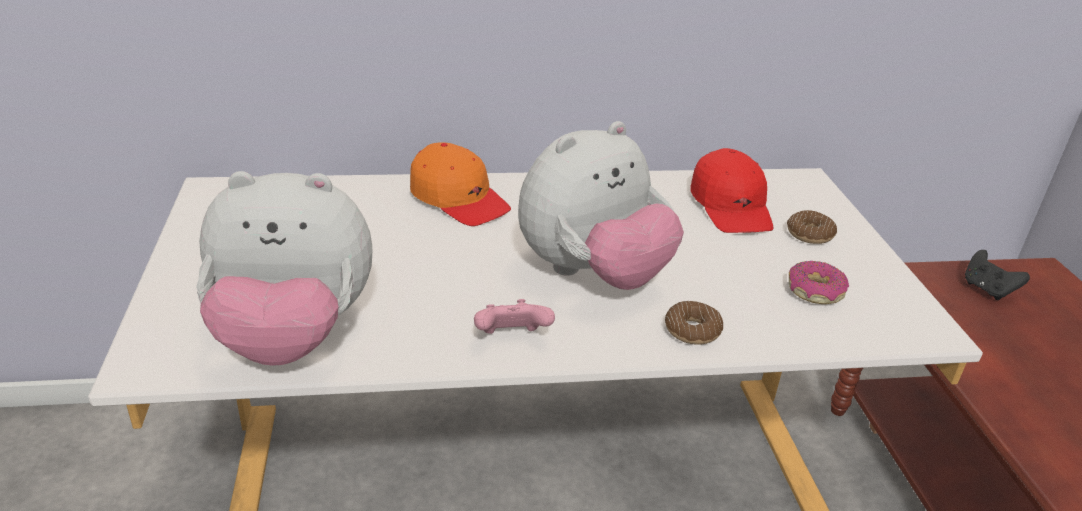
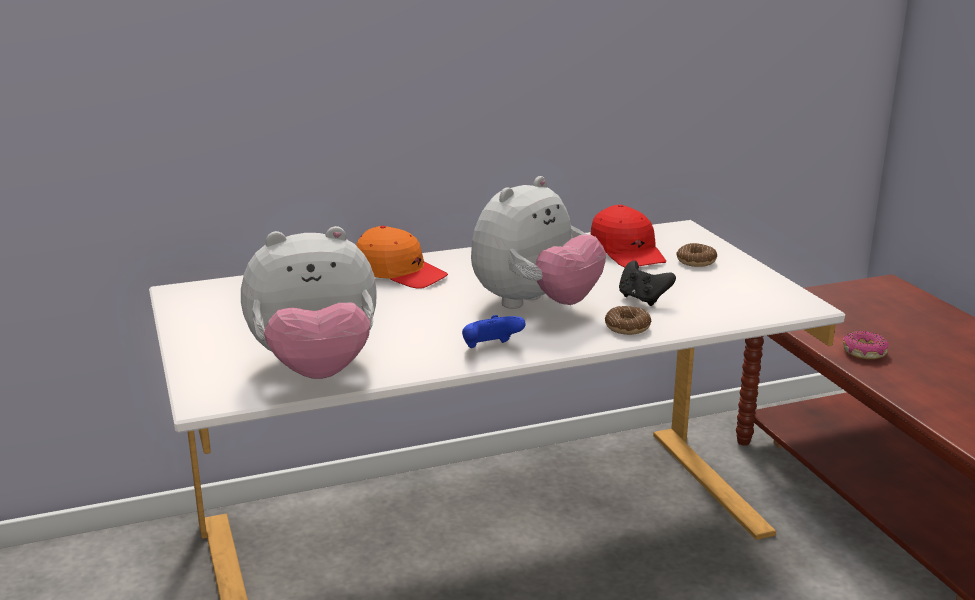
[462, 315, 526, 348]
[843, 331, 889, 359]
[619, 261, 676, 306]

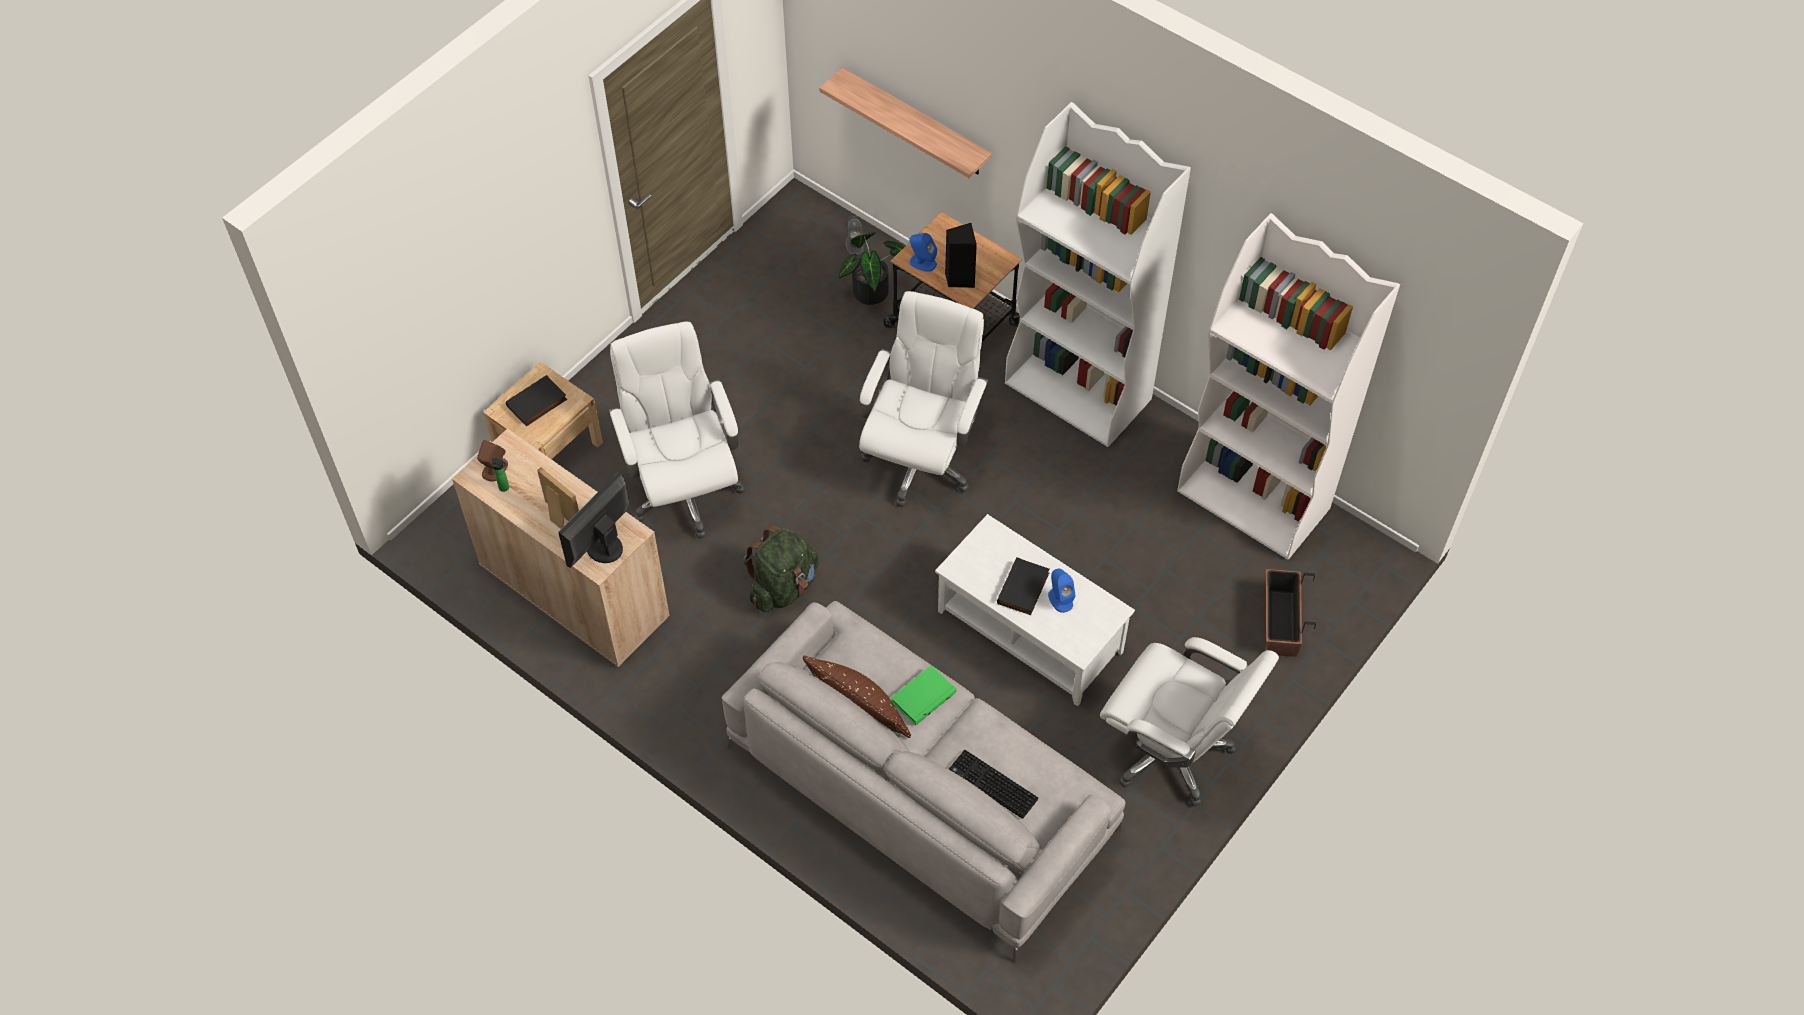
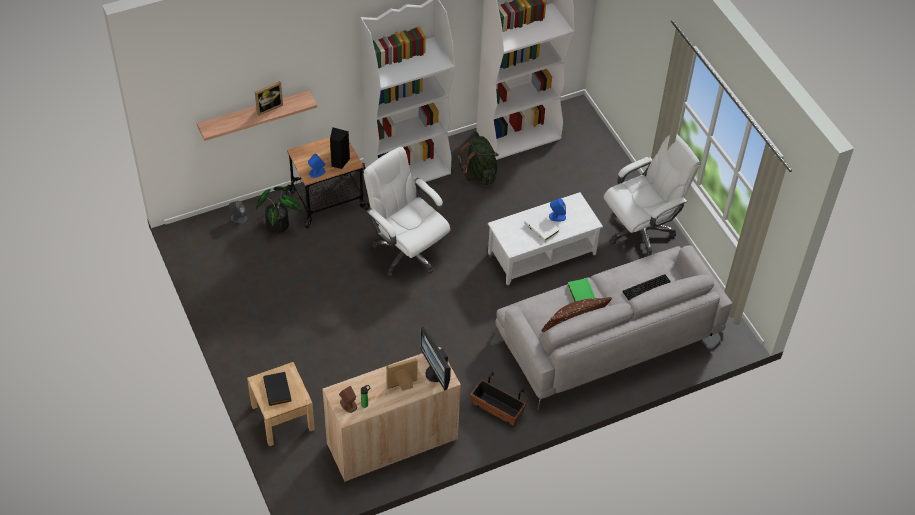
[609, 322, 745, 539] (first image)
[458, 136, 499, 185]
[524, 211, 560, 242]
[470, 372, 526, 426]
[255, 81, 283, 116]

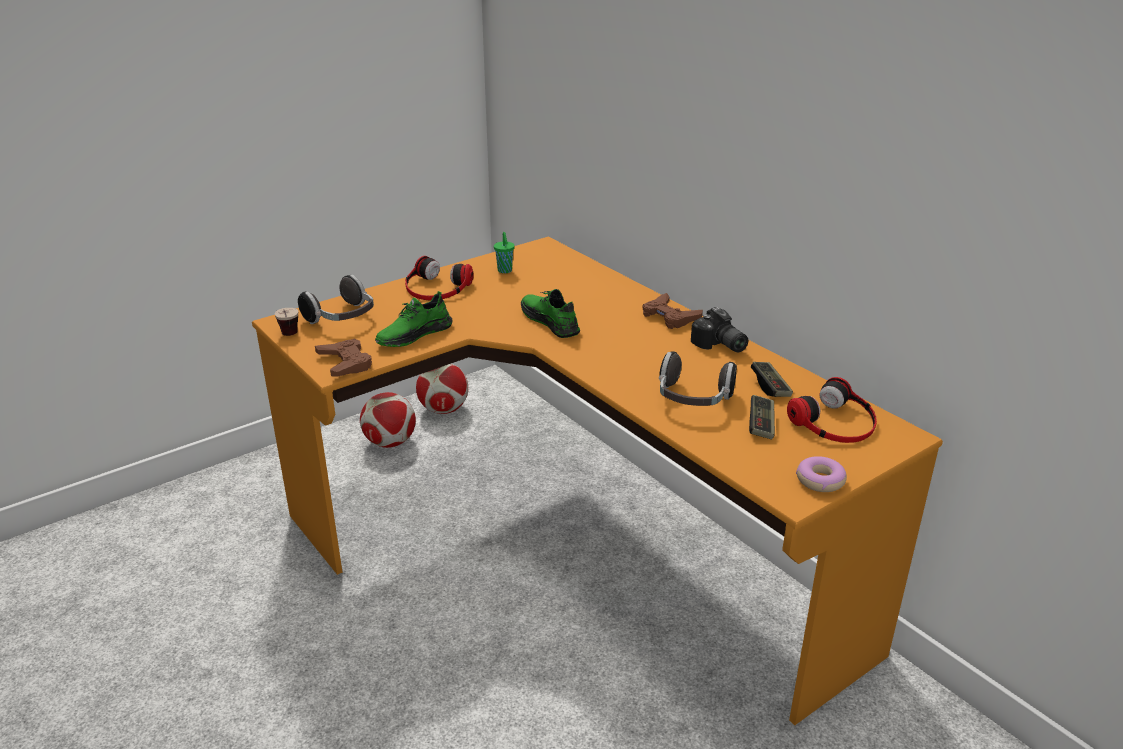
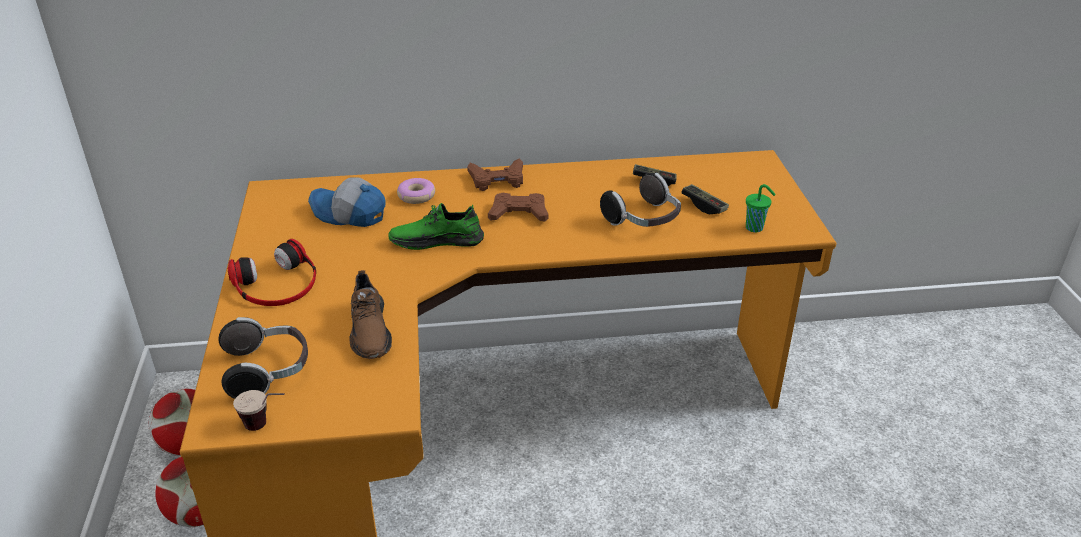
[488, 193, 549, 221]
[349, 270, 392, 359]
[746, 184, 776, 232]
[691, 307, 748, 352] (first image)
[787, 377, 877, 443] (first image)
[397, 178, 435, 204]
[308, 177, 386, 227]

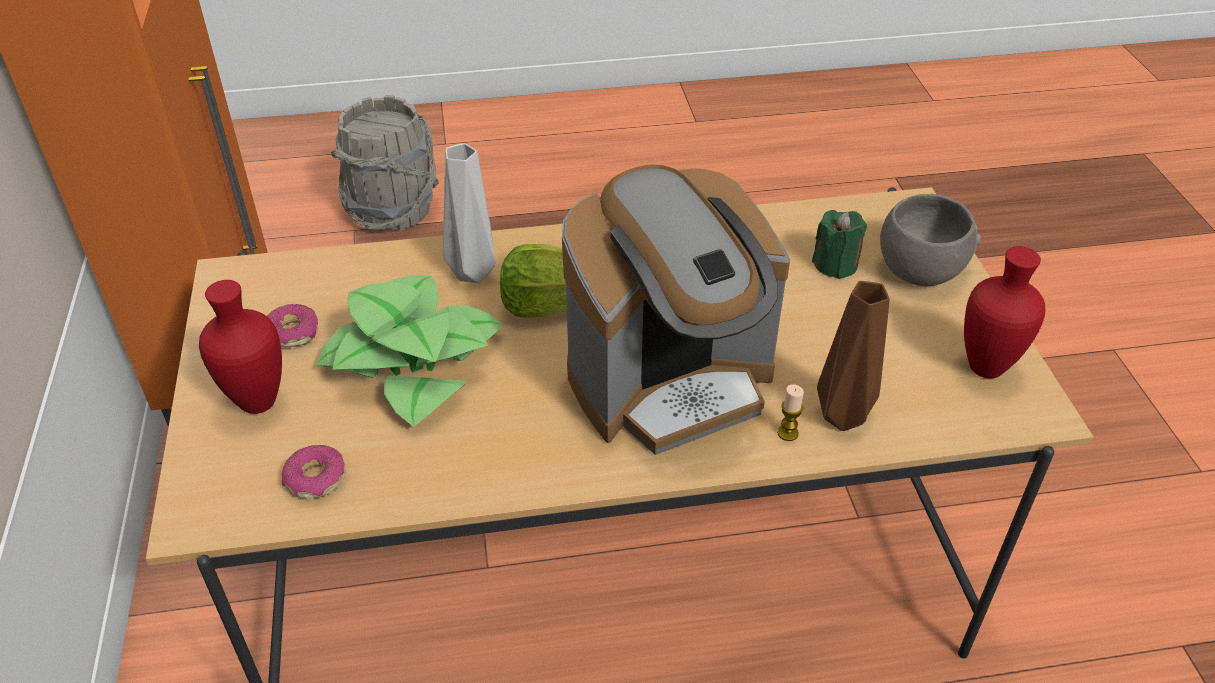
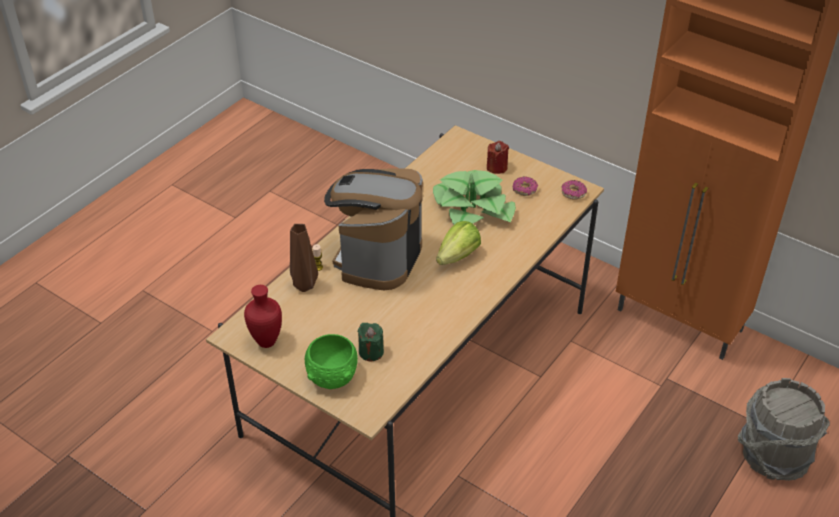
[487, 141, 509, 174]
[561, 180, 587, 199]
[443, 143, 495, 283] (first image)
[305, 334, 358, 389]

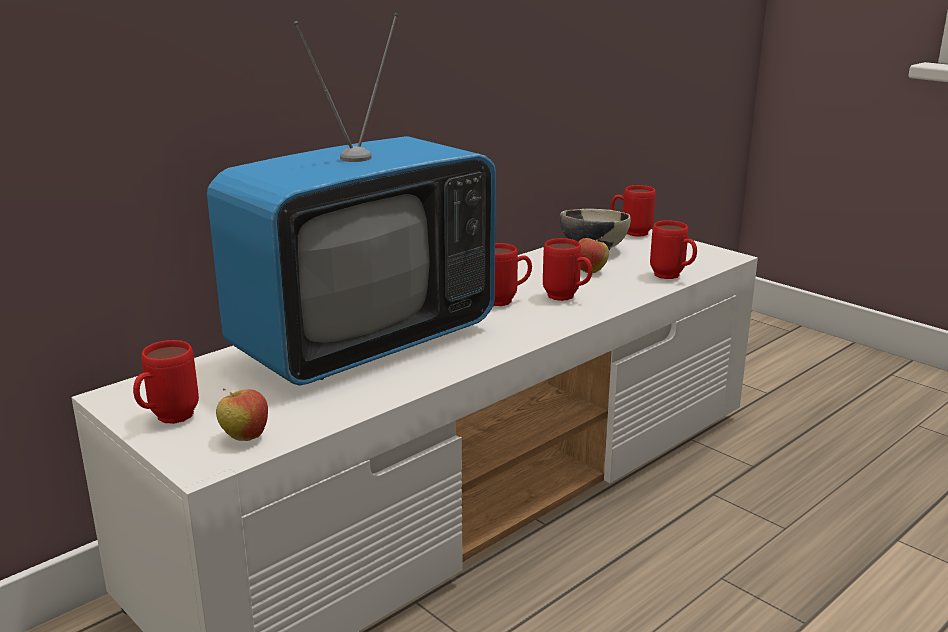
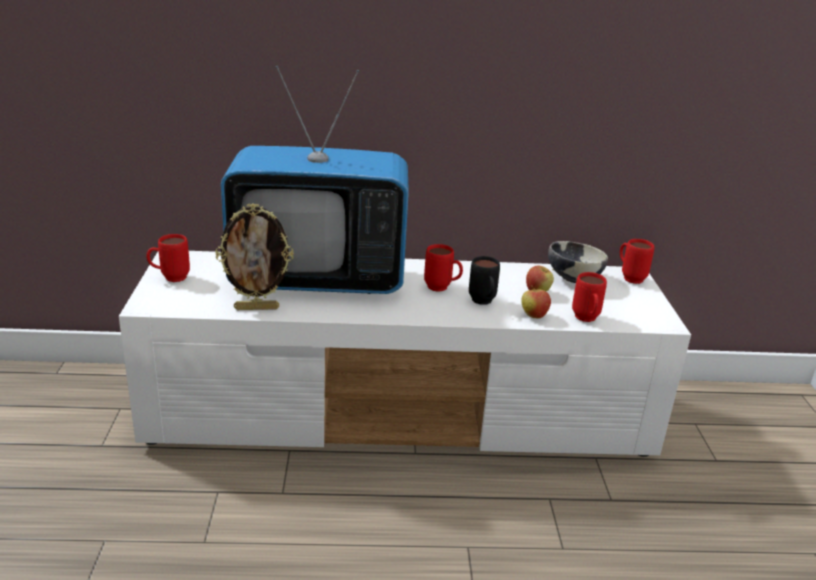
[521, 285, 551, 319]
[469, 256, 500, 305]
[215, 204, 294, 310]

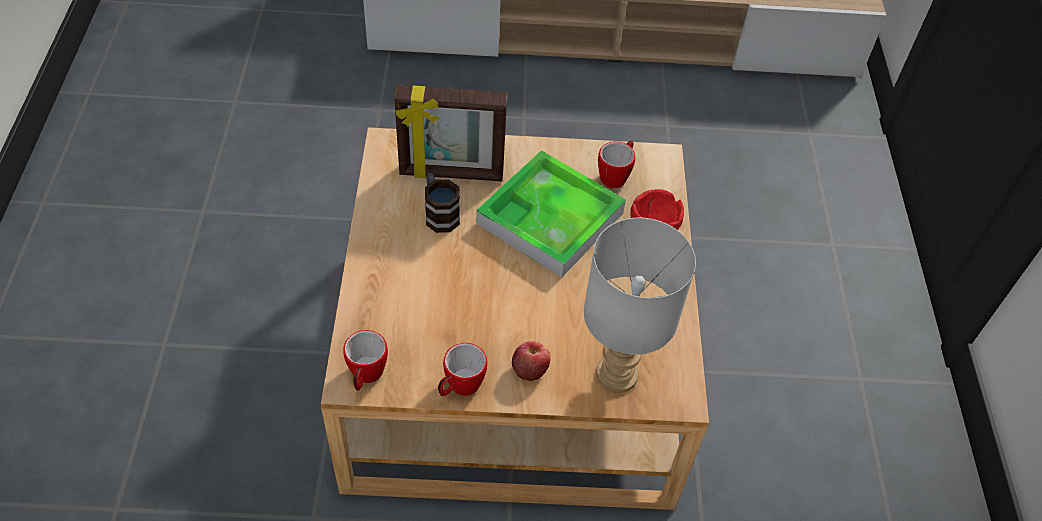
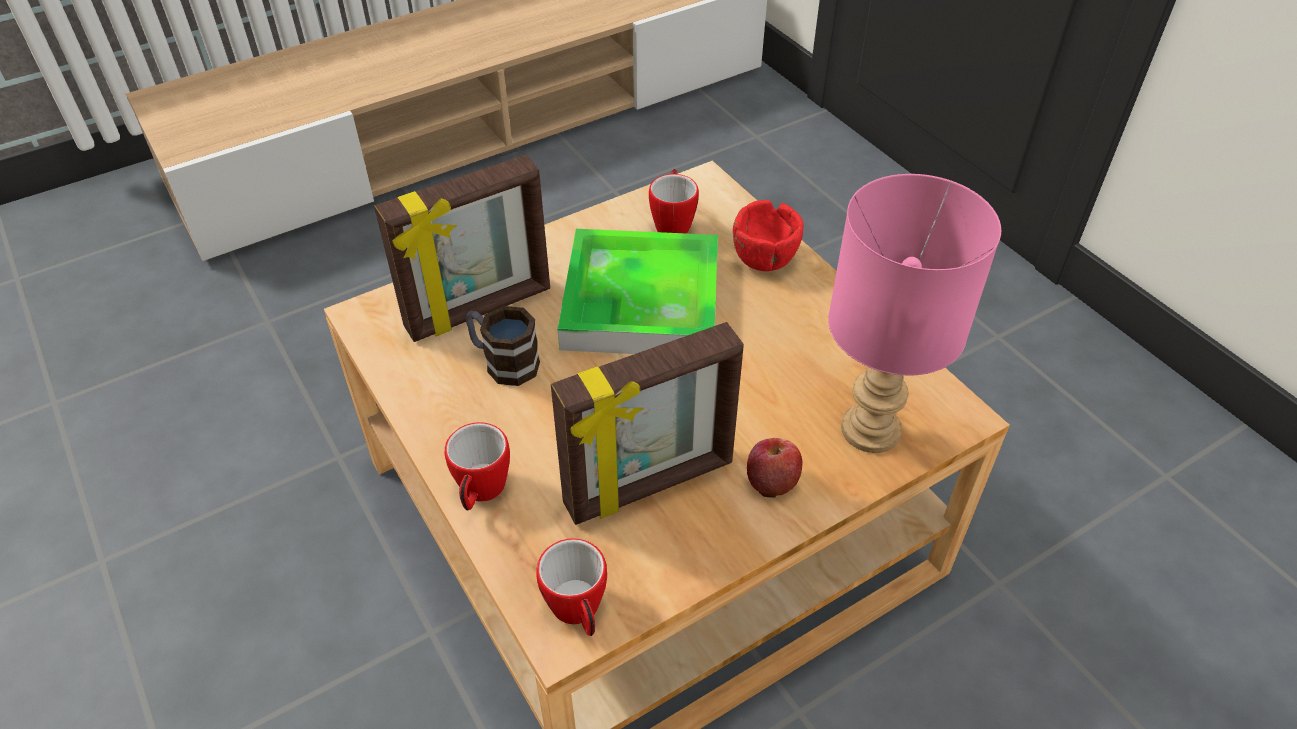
[445, 422, 510, 511]
[828, 174, 1001, 453]
[551, 322, 744, 525]

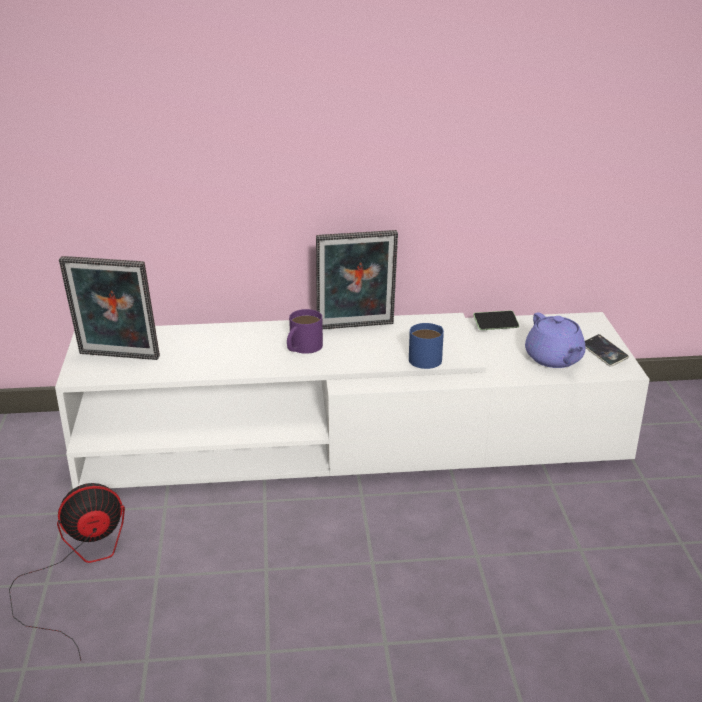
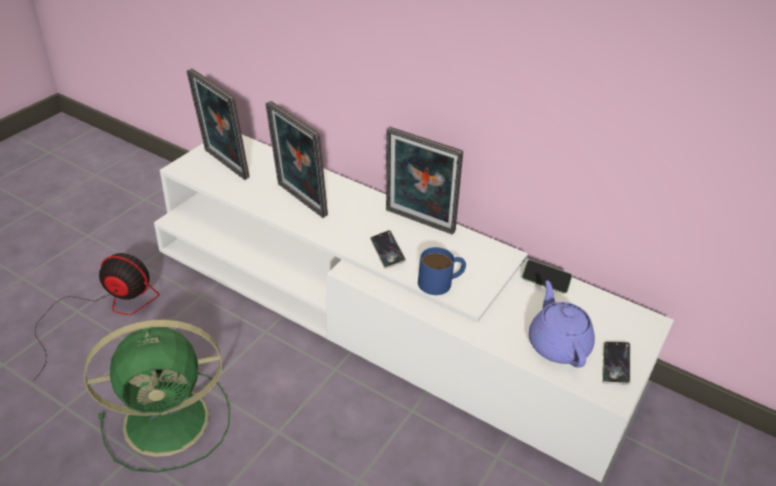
[287, 309, 323, 354] (first image)
[529, 280, 595, 368]
[84, 320, 230, 472]
[265, 101, 328, 218]
[370, 230, 406, 269]

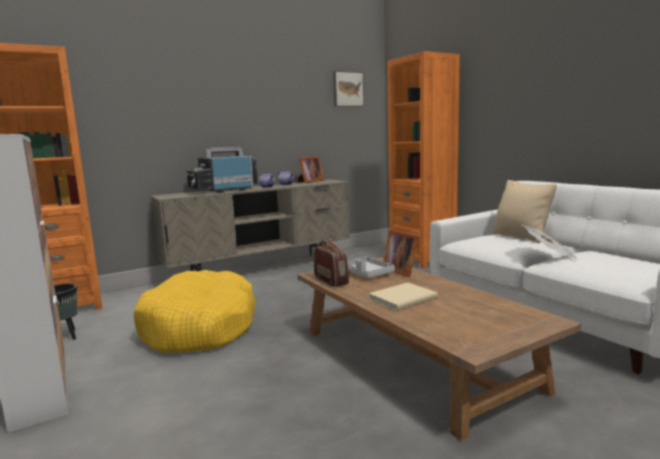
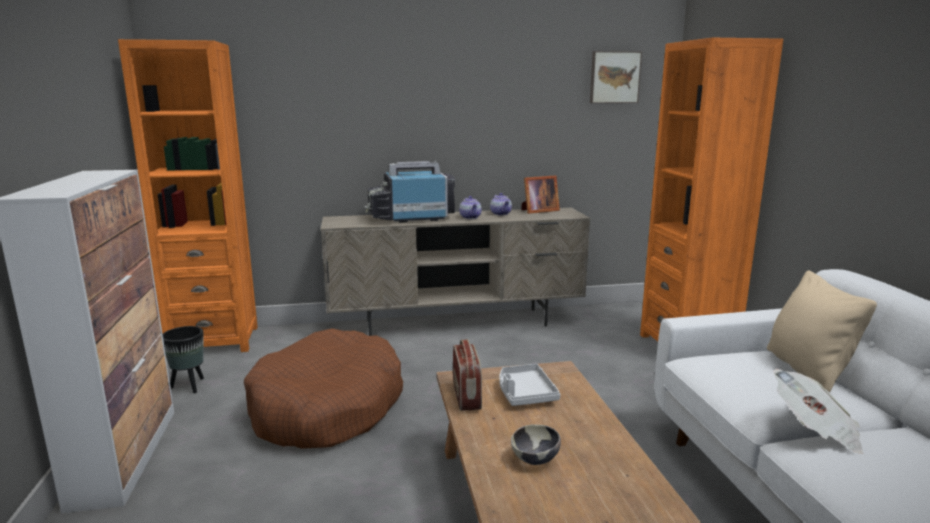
[244, 328, 403, 449]
[511, 424, 561, 465]
[383, 230, 418, 277] (first image)

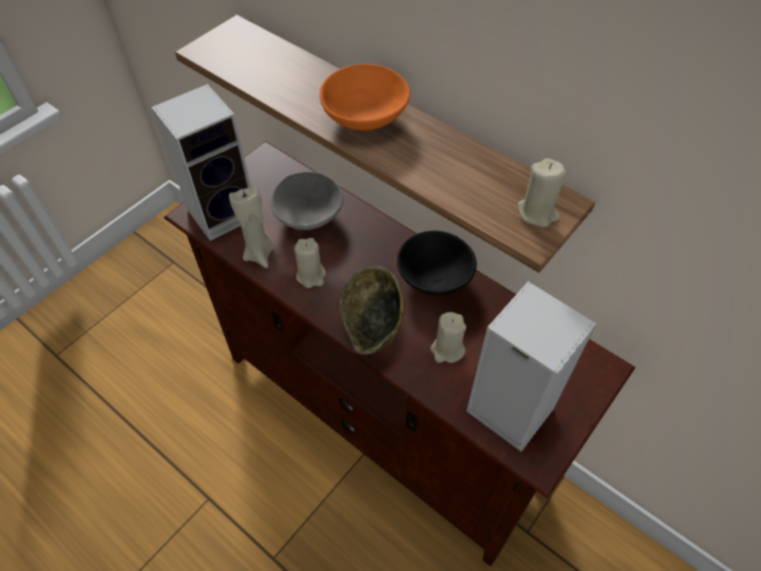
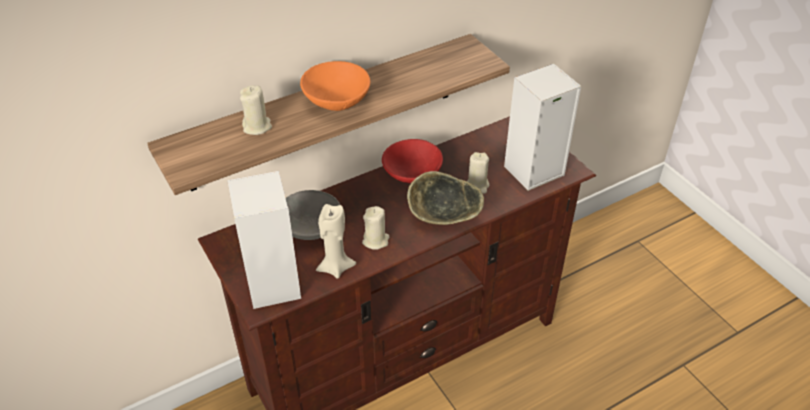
[382, 139, 443, 183]
[240, 85, 272, 135]

